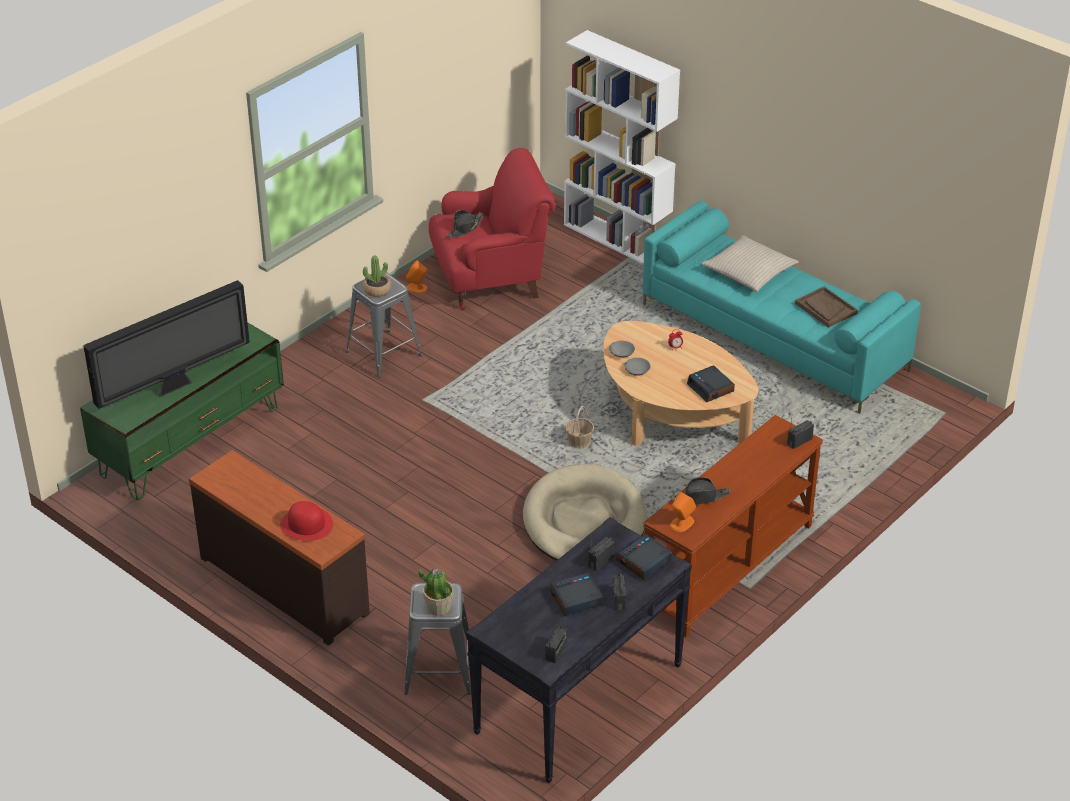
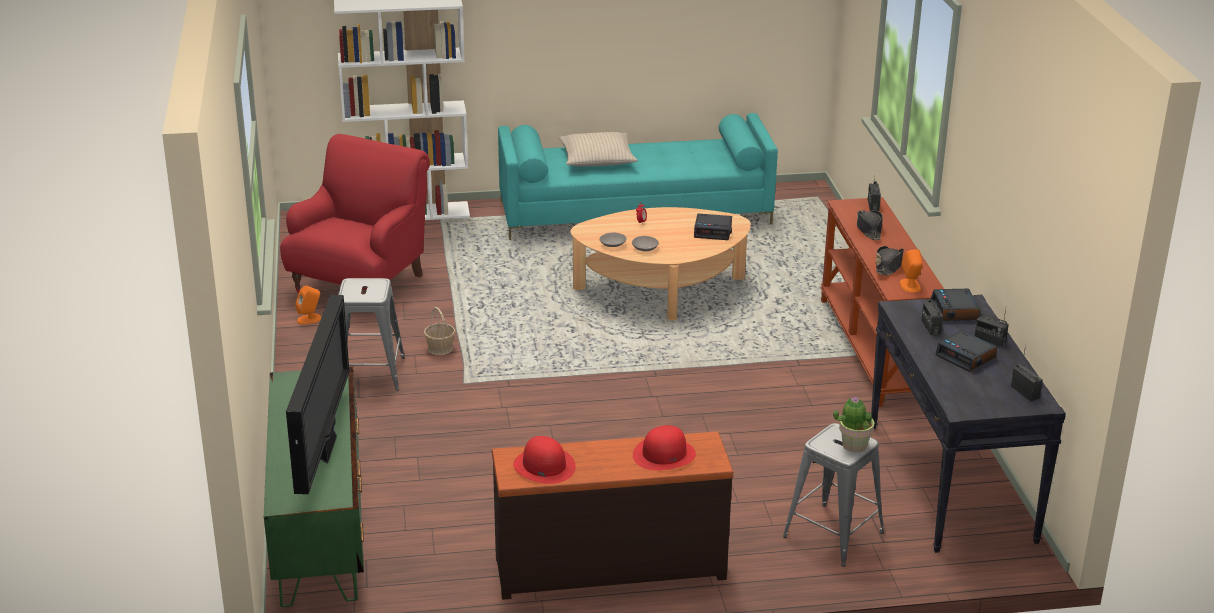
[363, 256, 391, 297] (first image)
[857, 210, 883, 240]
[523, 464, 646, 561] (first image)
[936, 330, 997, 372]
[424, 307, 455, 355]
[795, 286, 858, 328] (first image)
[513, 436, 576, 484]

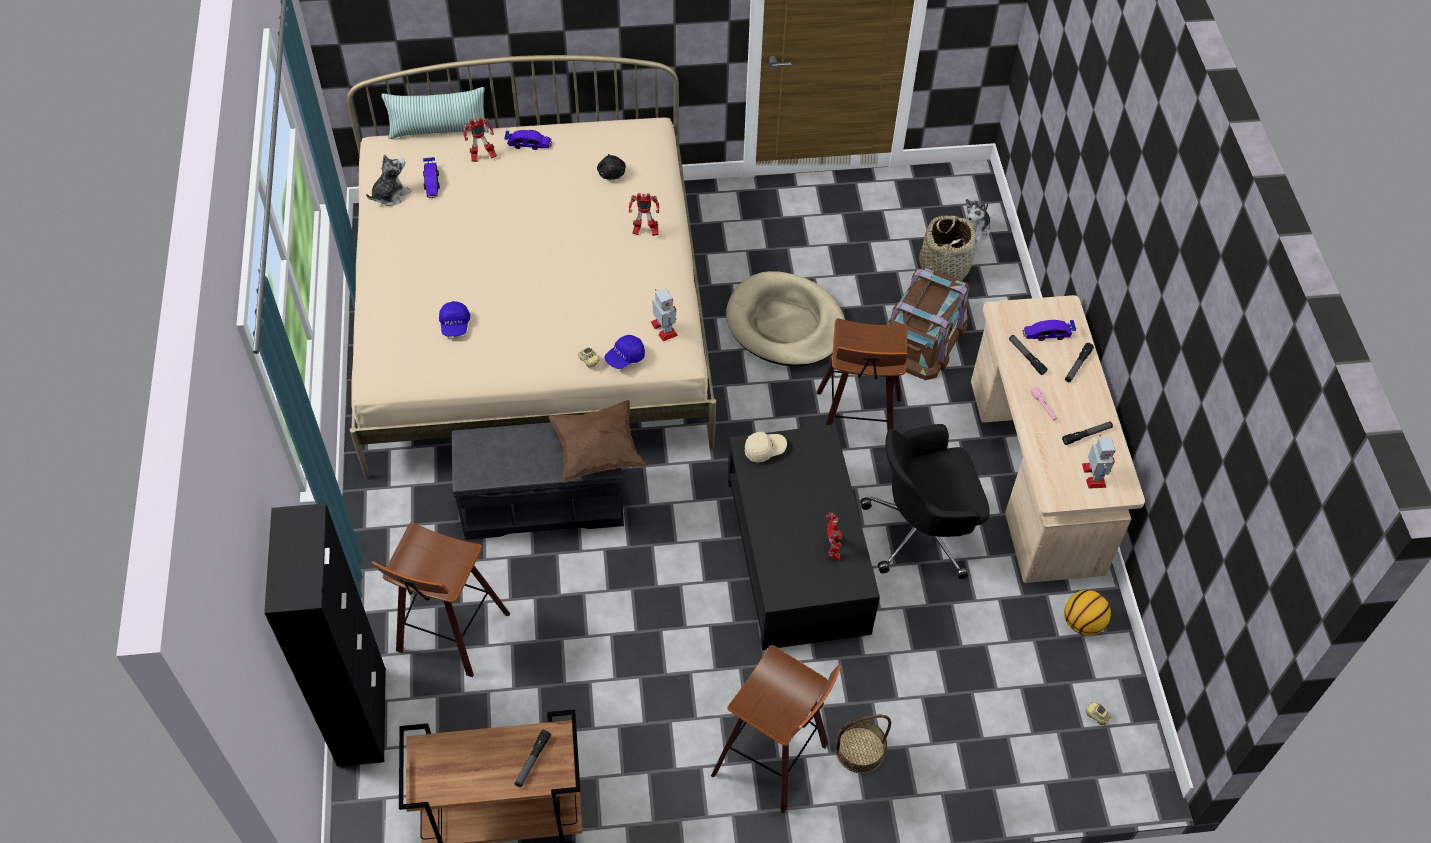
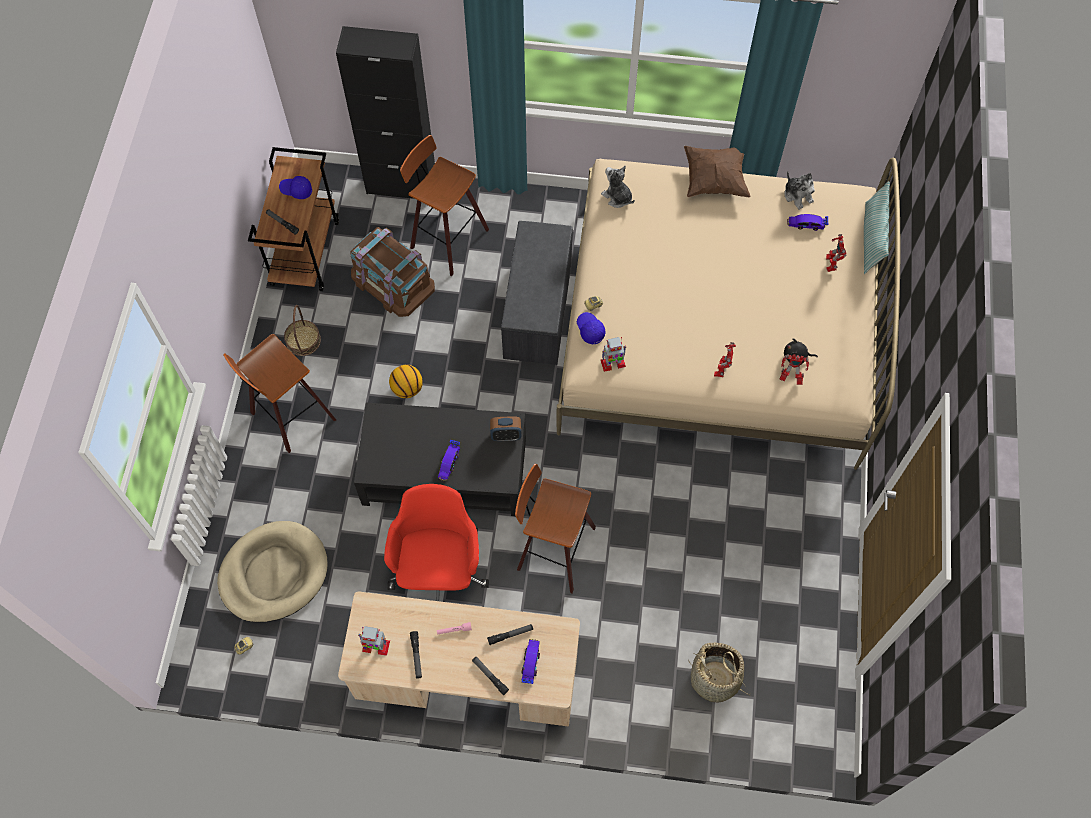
[279, 176, 312, 199]
[438, 440, 460, 481]
[684, 146, 751, 197]
[217, 521, 328, 622]
[490, 416, 521, 441]
[780, 354, 809, 385]
[284, 305, 321, 356]
[384, 484, 489, 601]
[350, 227, 435, 317]
[601, 165, 635, 208]
[389, 364, 423, 398]

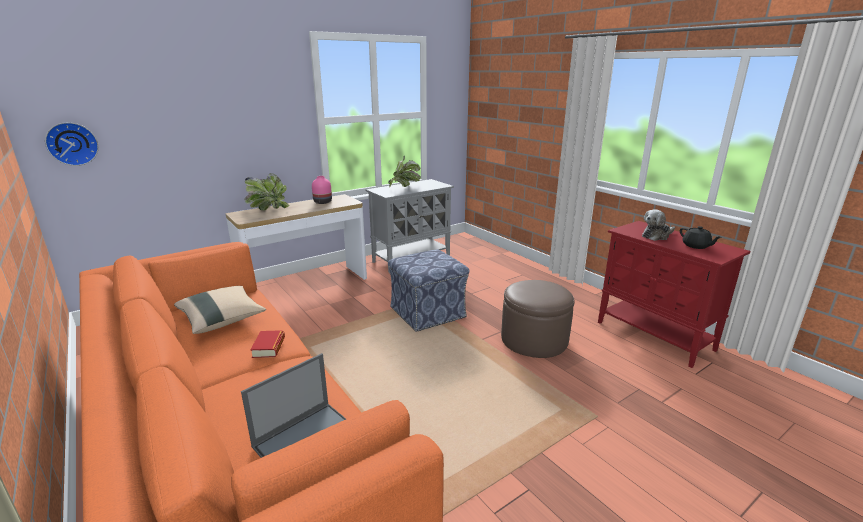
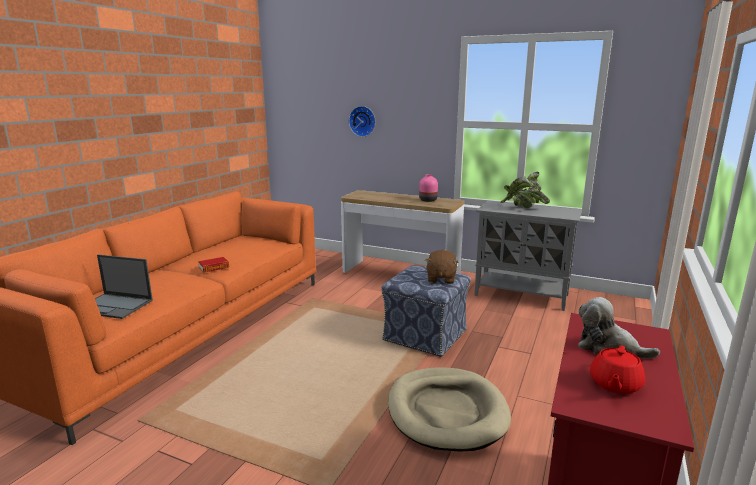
[349, 106, 376, 137]
[174, 286, 266, 334] (first image)
[244, 173, 290, 210] (first image)
[388, 367, 511, 452]
[590, 345, 645, 394]
[425, 250, 458, 284]

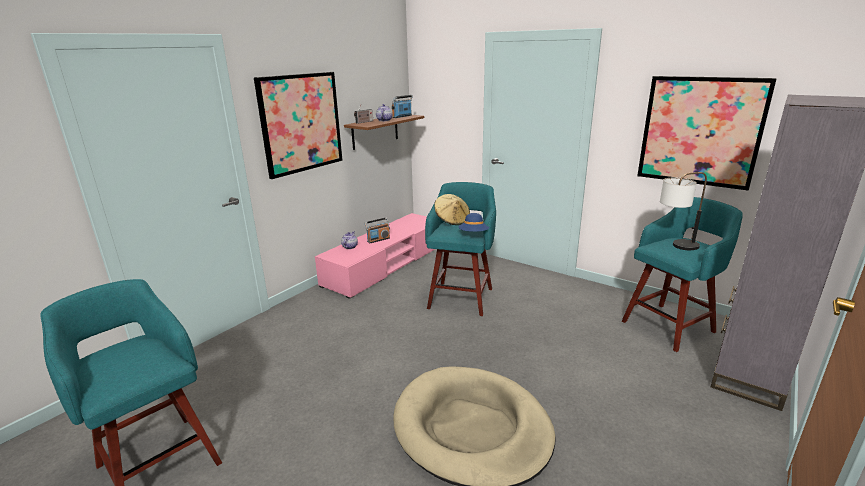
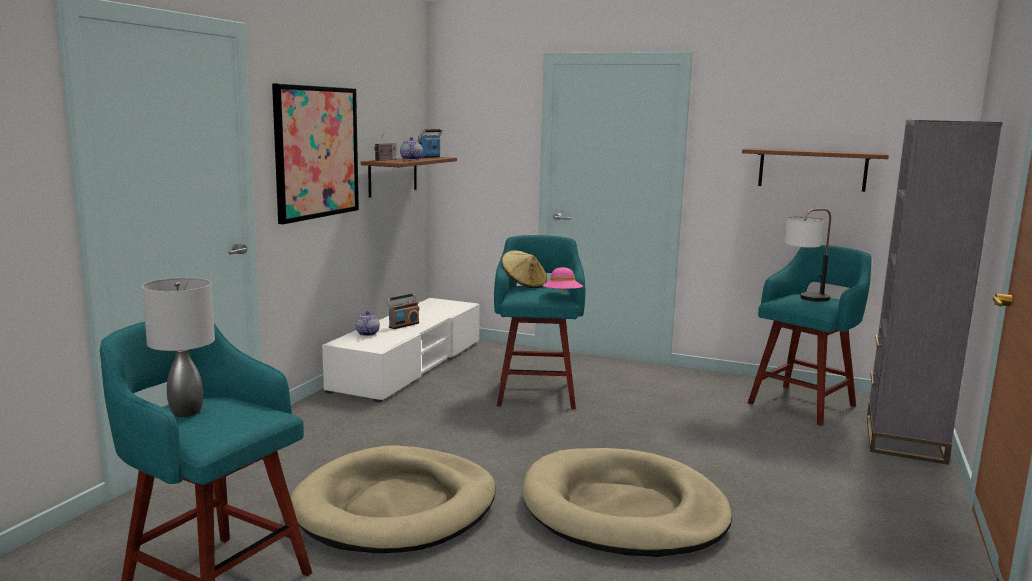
[322, 298, 480, 403]
[543, 267, 583, 291]
[742, 148, 889, 192]
[142, 278, 215, 417]
[290, 445, 496, 553]

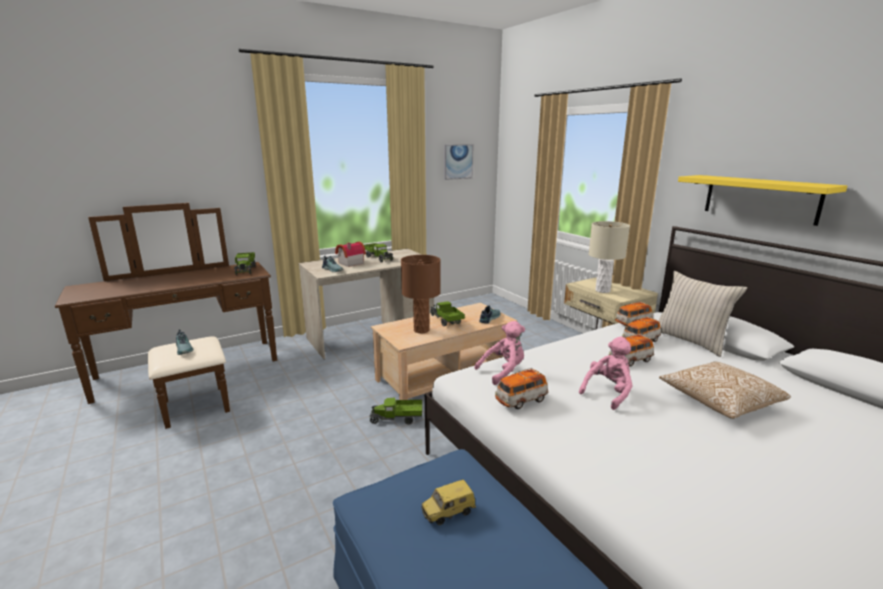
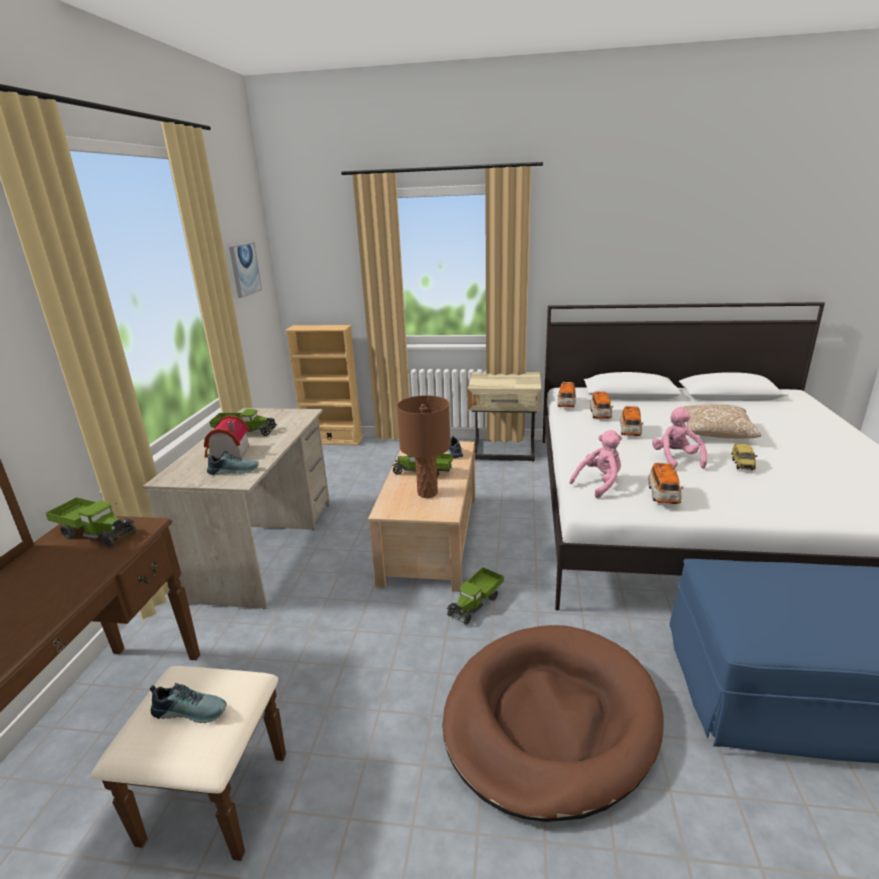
[731, 444, 757, 470]
[569, 430, 622, 498]
[589, 221, 630, 293] (first image)
[658, 271, 747, 357] (first image)
[678, 175, 847, 226] (first image)
[285, 325, 363, 445]
[442, 625, 664, 822]

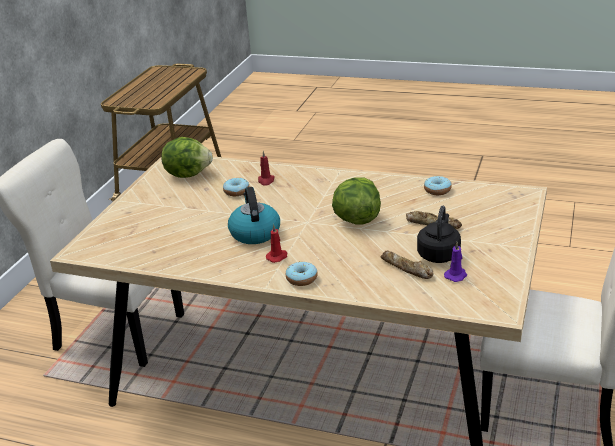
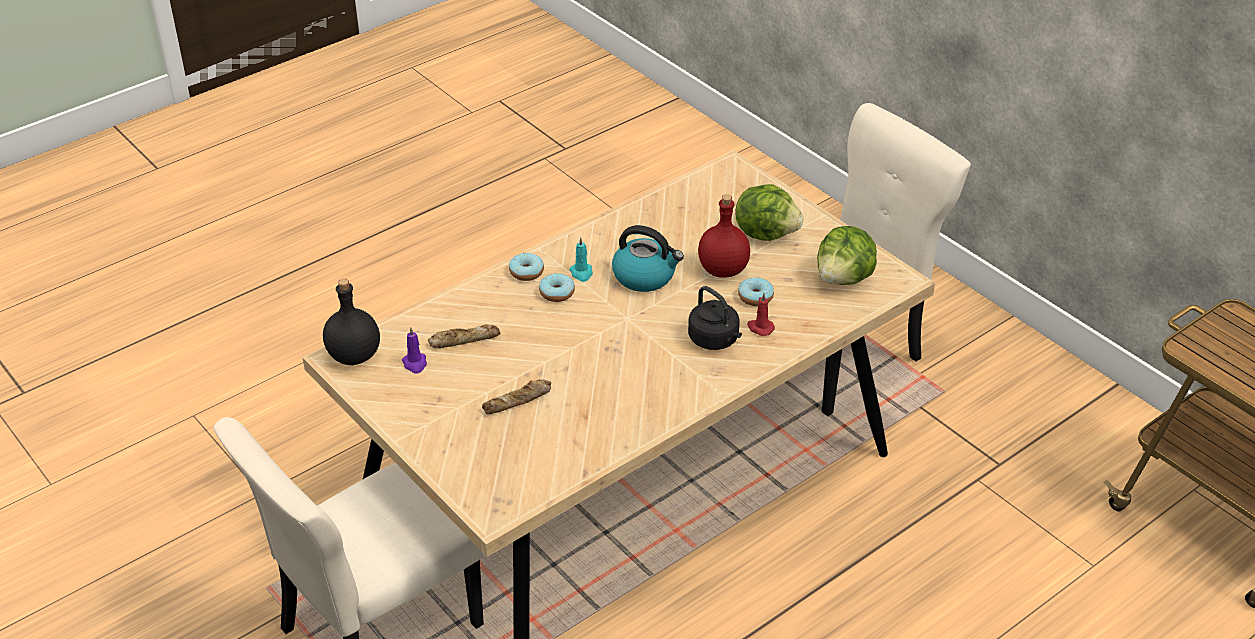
[569, 237, 593, 282]
[735, 184, 803, 241]
[688, 286, 742, 350]
[539, 273, 575, 302]
[323, 279, 380, 365]
[698, 194, 750, 278]

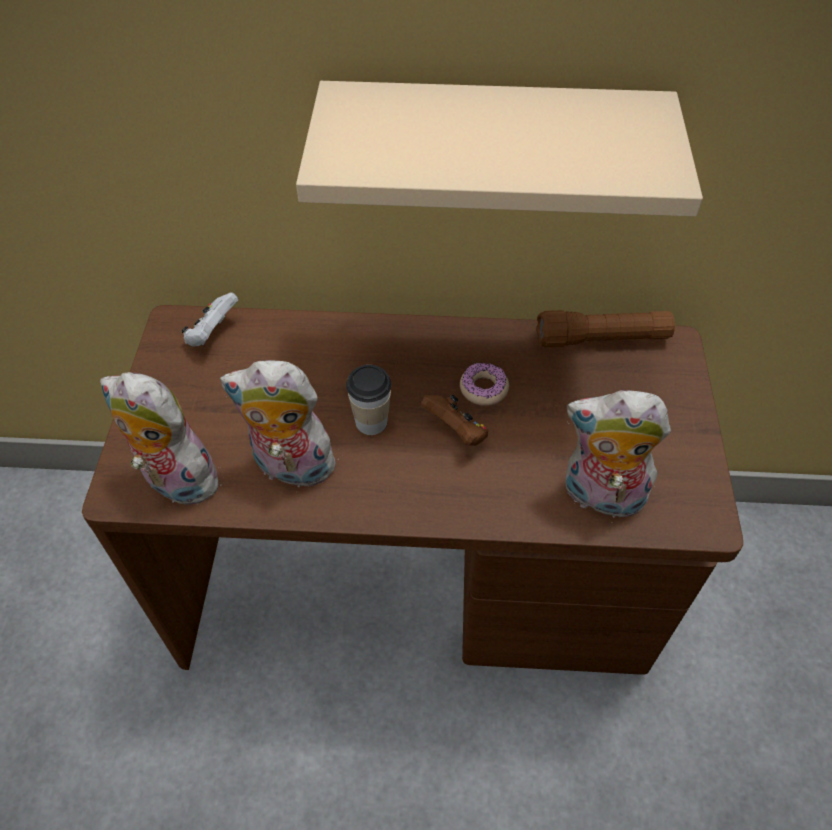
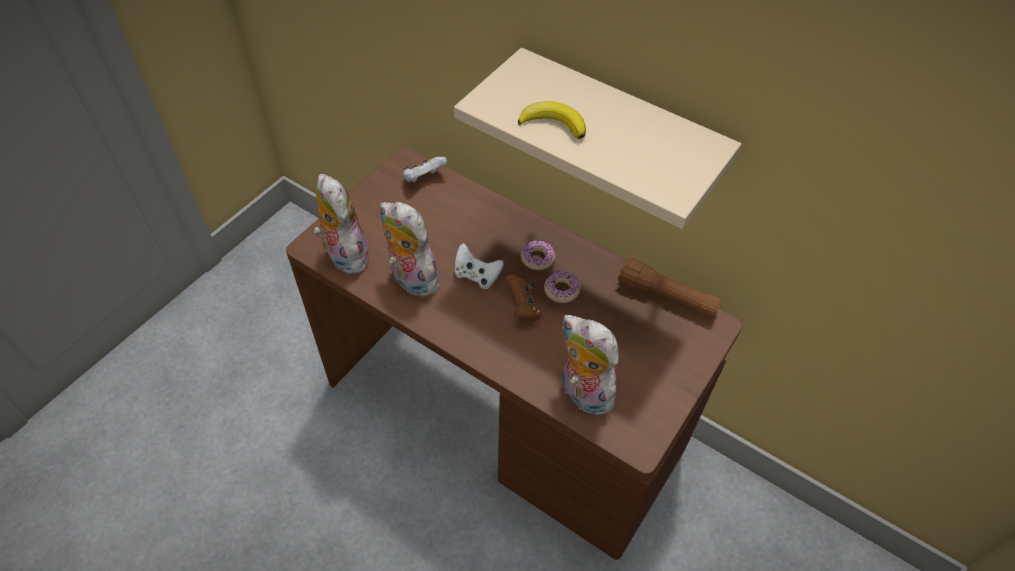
[455, 243, 504, 289]
[518, 101, 586, 139]
[521, 241, 556, 270]

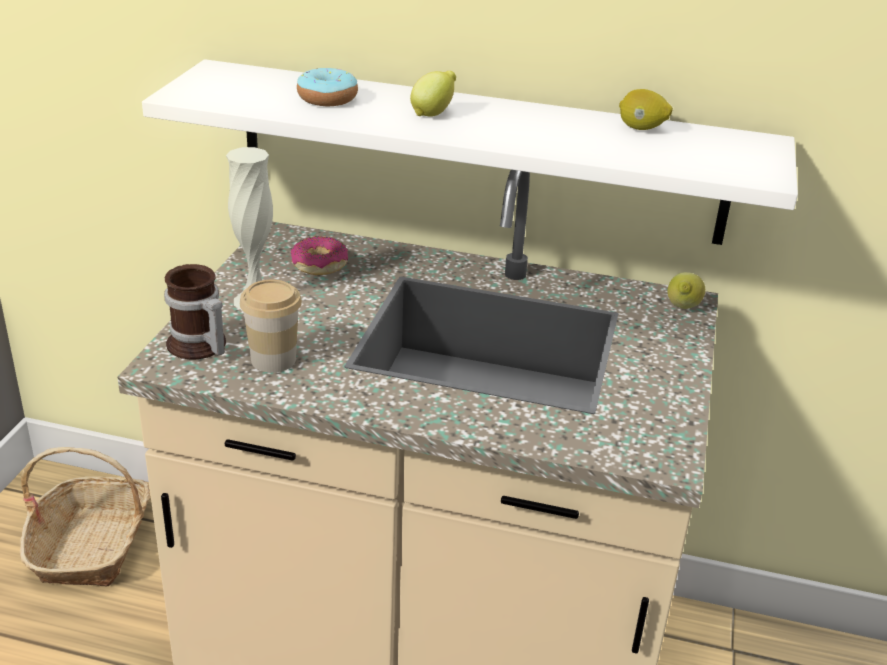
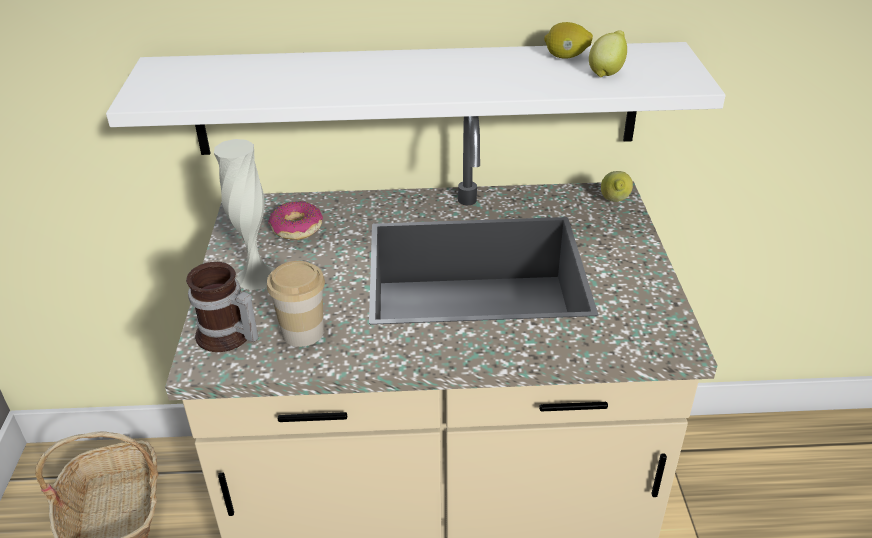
[297, 68, 358, 106] (first image)
[589, 30, 627, 77]

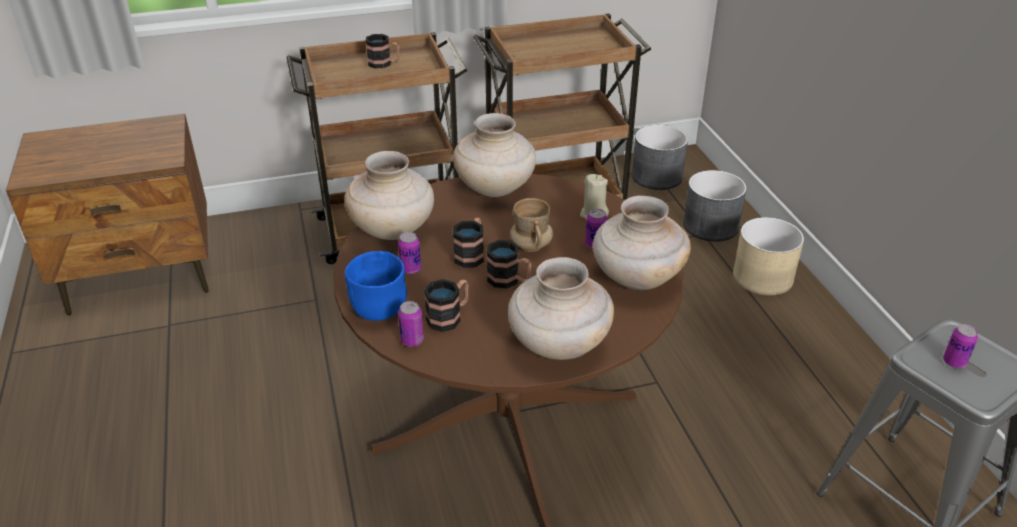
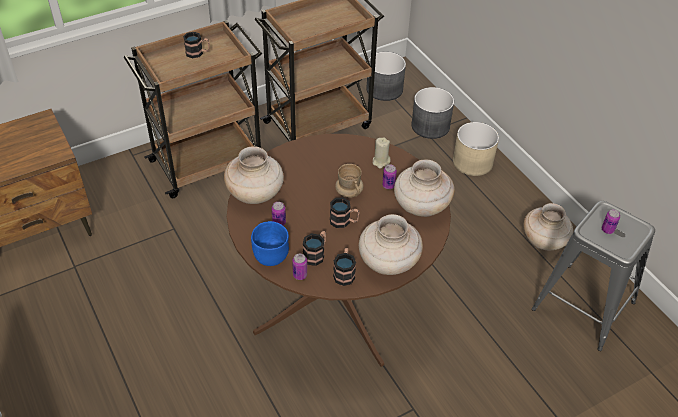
[523, 203, 573, 250]
[333, 248, 356, 286]

